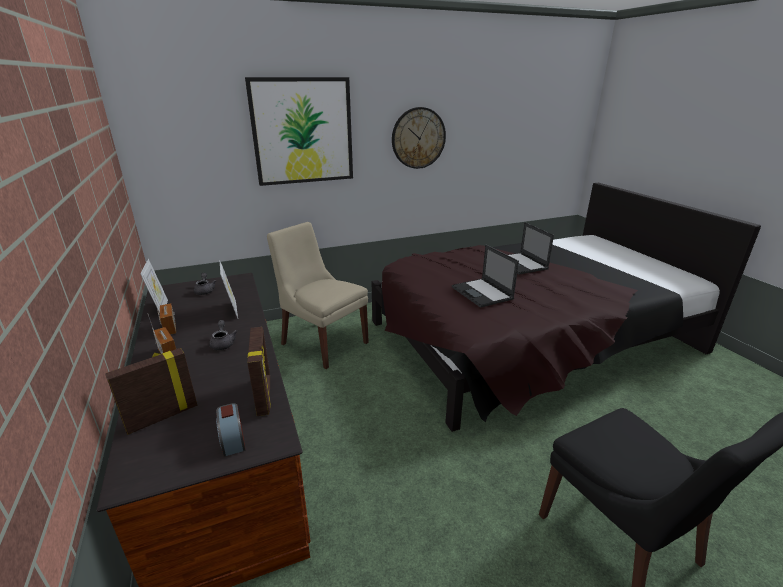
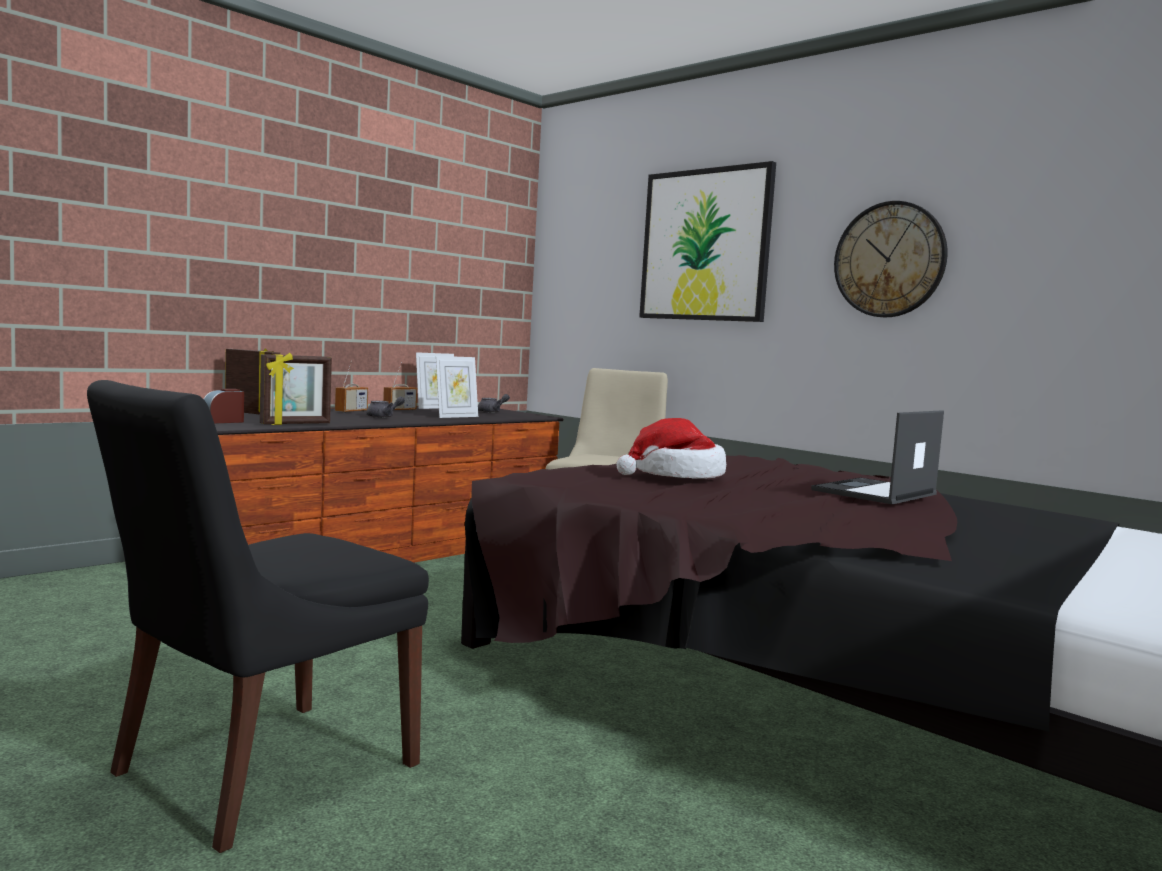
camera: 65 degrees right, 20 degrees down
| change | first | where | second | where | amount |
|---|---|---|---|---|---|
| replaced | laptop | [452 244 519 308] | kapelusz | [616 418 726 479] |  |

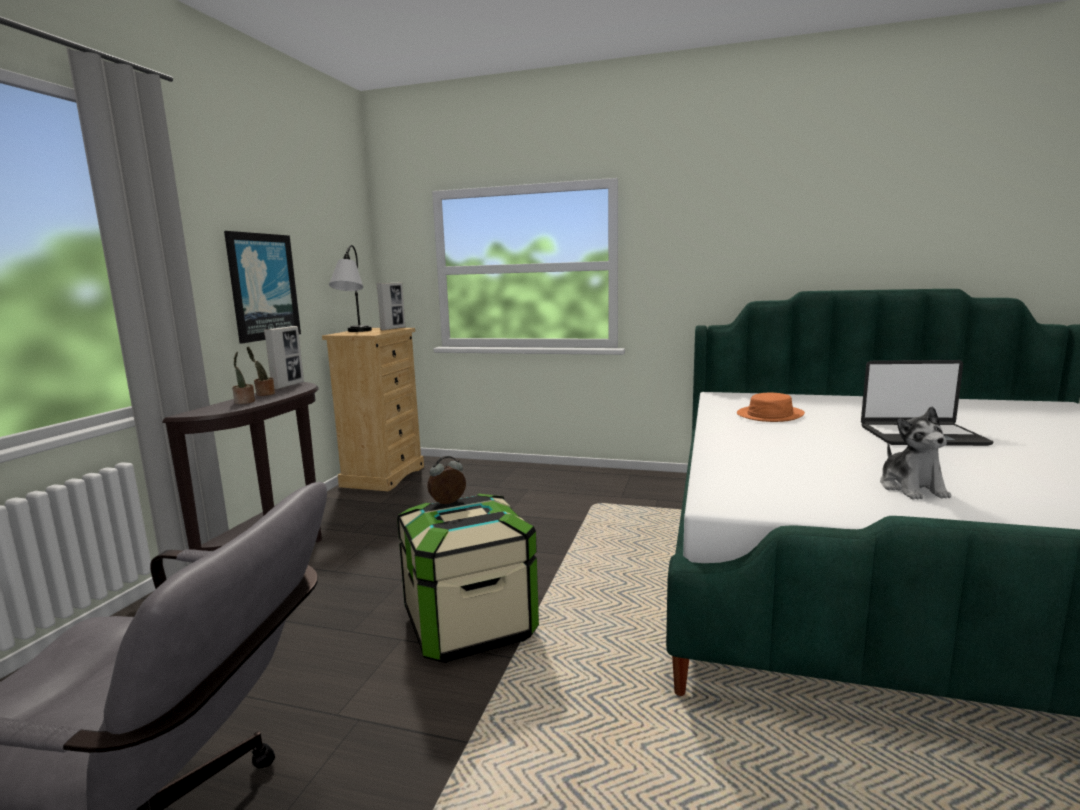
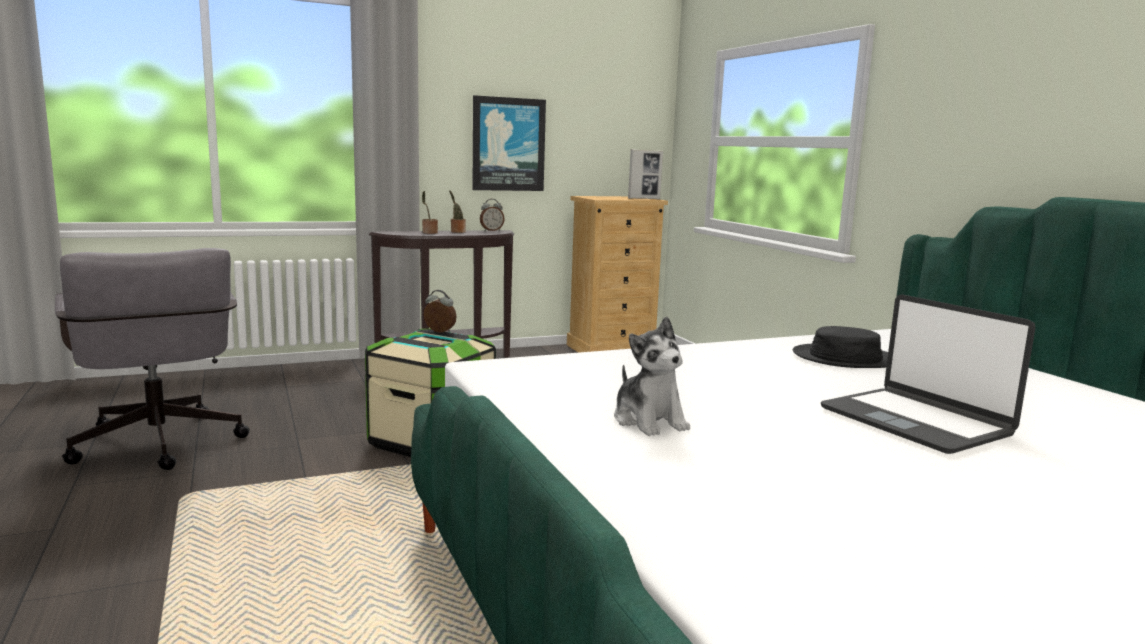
camera: 50 degrees right, 0 degrees up
| change | first | where | second | where | amount |
|---|---|---|---|---|---|
| removed | lampa stołowa | [329 245 372 332] |  |  |  |
| replaced | ramka na zdjęcie | [264 326 304 389] | budzik | [480 199 505 231] |  |
| recoloured | kapelusz (pomarańczowy) | [737 393 805 422] | kapelusz (czarny) | [793 326 888 368] |  |
| turned | pluszak | [880 406 951 500] |  | [614 317 690 436] | 75 degrees counterclockwise |

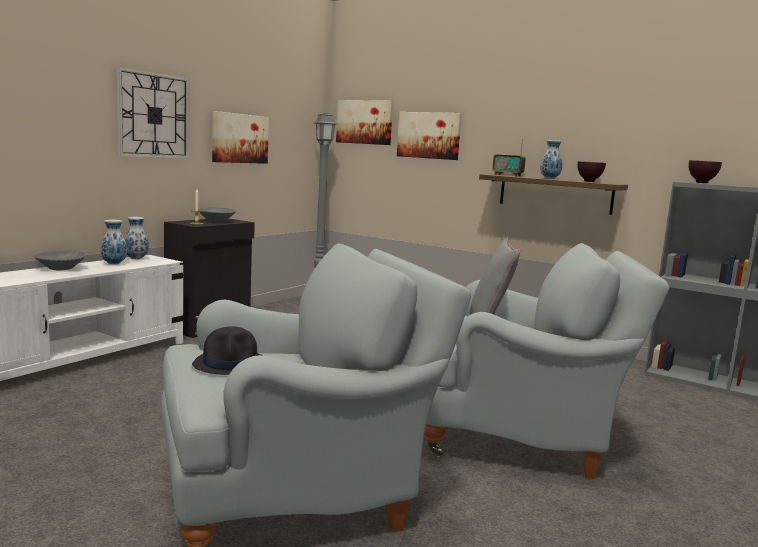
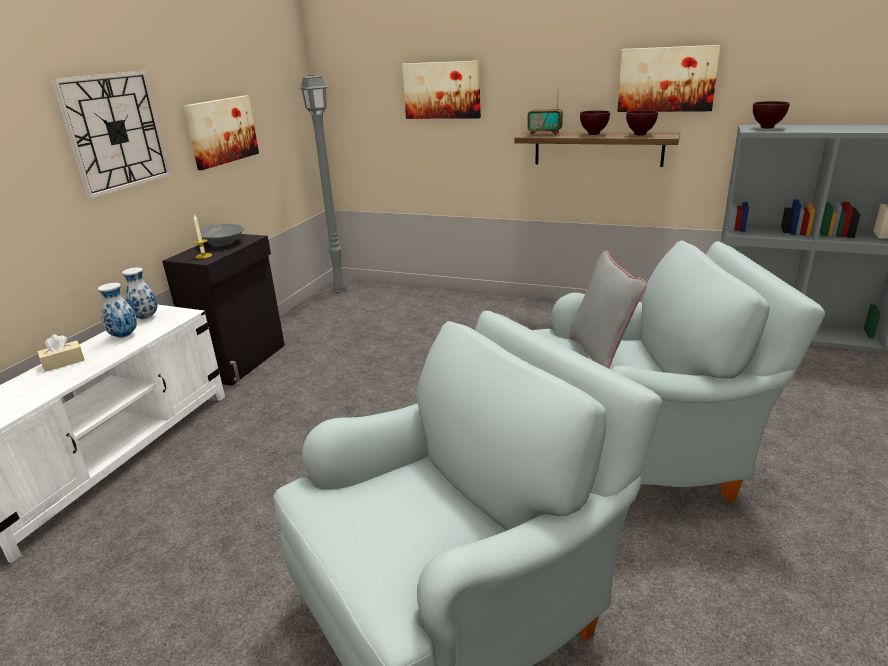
camera: 10 degrees left, 15 degrees up
| change | first | where | second | where | amount |
|---|---|---|---|---|---|
| removed | kapelusz (czarny) | [192 326 263 375] |  |  |  |
| moved | obraz | [336 100 393 145] |  | [617 45 721 112] |  |
| replaced | miska (szary) | [34 250 86 270] | pudełko chusteczek (beżowy) | [37 334 85 372] |  |
| replaced | wazon | [540 140 562 179] | miska (brązowy) | [580 110 610 135] |  |

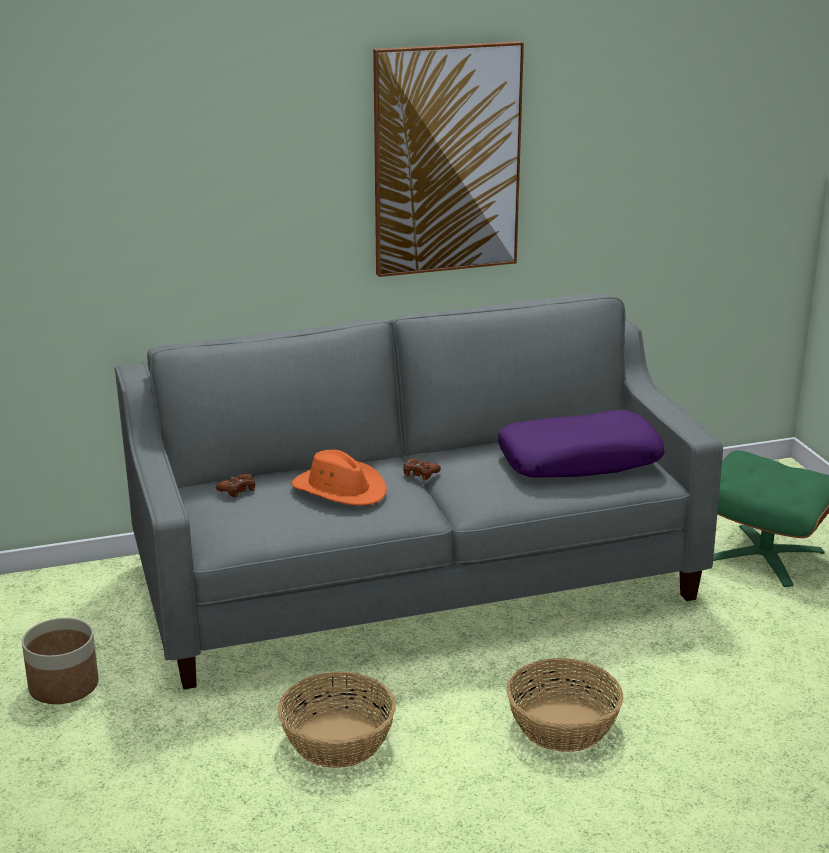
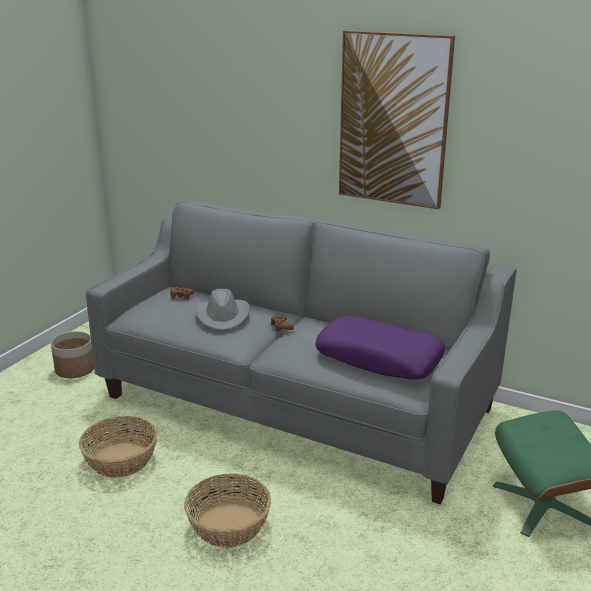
camera: 45 degrees right, 0 degrees up
| change | first | where | second | where | amount |
|---|---|---|---|---|---|
| recoloured | kapelusz (pomarańczowy) | [292 450 387 506] | kapelusz (szary) | [195 289 249 330] |  |

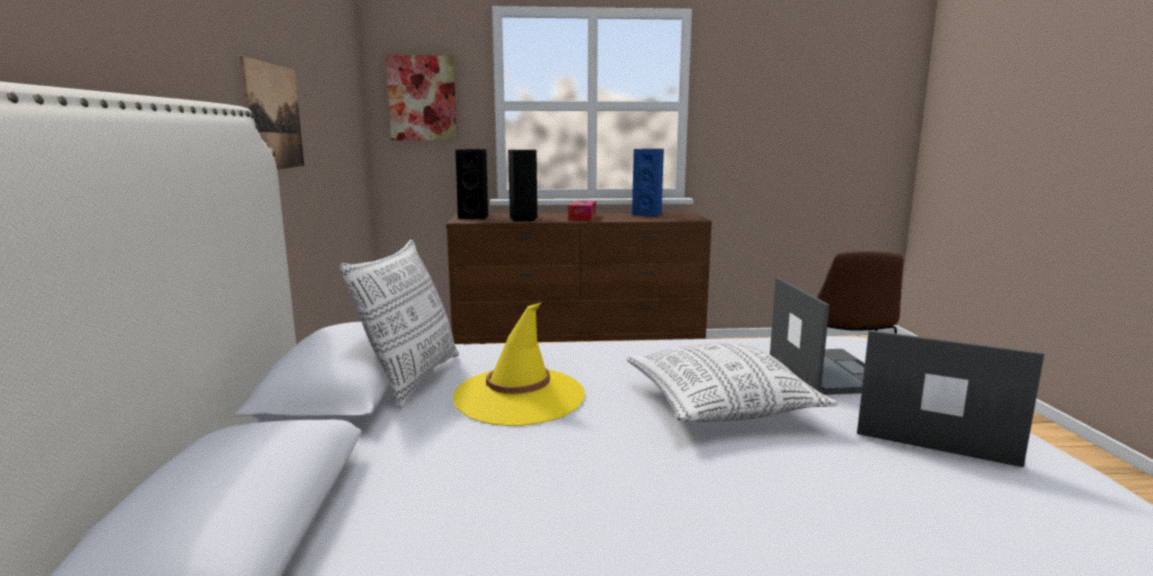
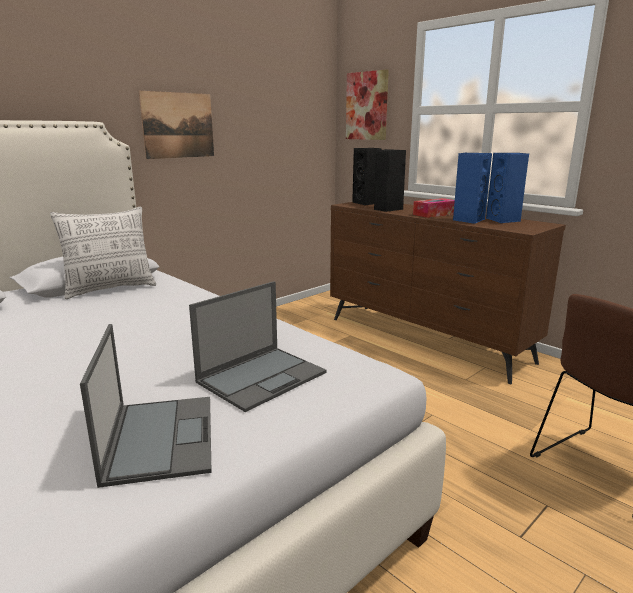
camera: 50 degrees right, 5 degrees up
| change | first | where | second | where | amount |
|---|---|---|---|---|---|
| removed | kapelusz (żółty) | [453 303 585 426] |  |  |  |
| removed | poduszka | [627 342 838 422] |  |  |  |
| added |  |  | głośnik (niebieski) | [453 153 492 224] |  |

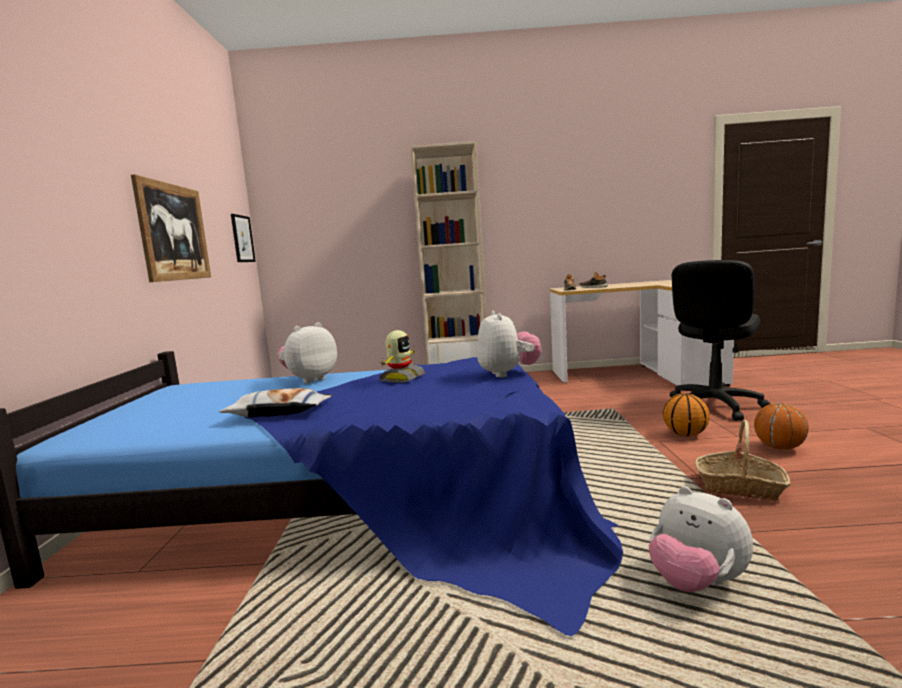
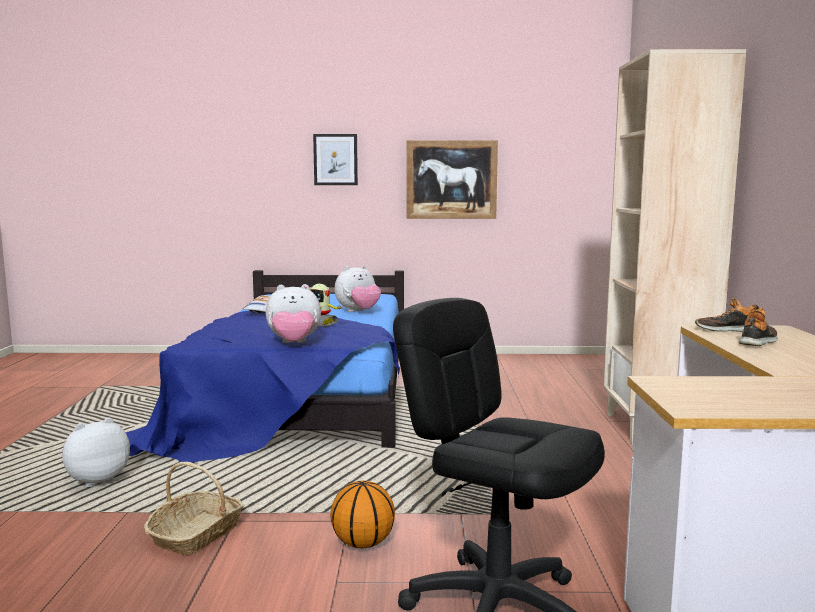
camera: 90 degrees right, 0 degrees up
| change | first | where | second | where | amount |
|---|---|---|---|---|---|
| removed | piłka do koszykówki | [754 403 809 450] |  |  |  |
| moved | obraz | [231 214 256 262] |  | [313 134 358 185] |  |
| turned | pluszak | [277 322 337 384] |  | [335 265 381 312] | 105 degrees clockwise |

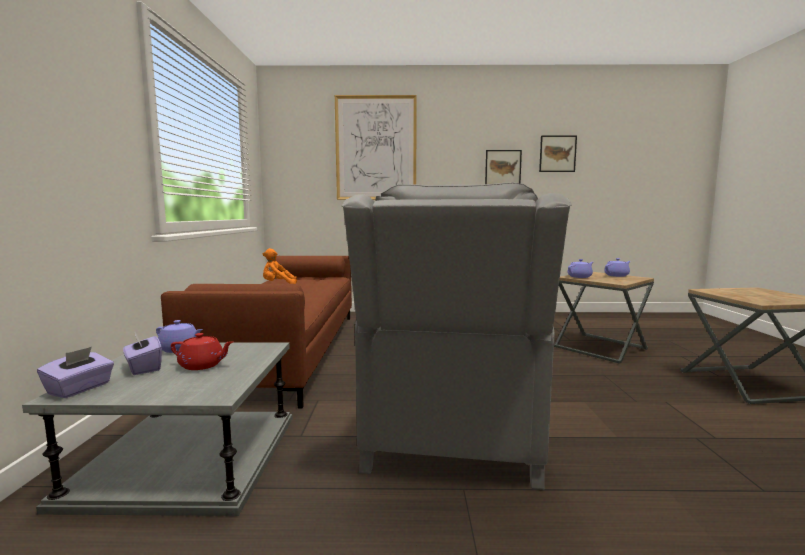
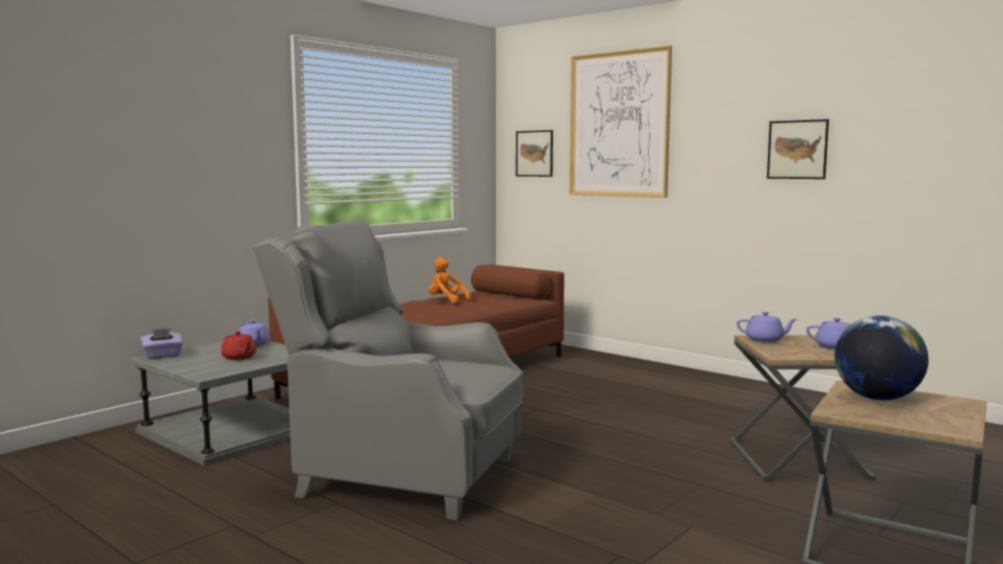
camera: 40 degrees right, 0 degrees up
| change | first | where | second | where | amount |
|---|---|---|---|---|---|
| removed | pudełko chusteczek (fioletowy) | [123 332 162 375] |  |  |  |
| added |  |  | globus | [835 315 929 400] |  |
| moved | obraz | [539 135 577 172] |  | [516 130 553 177] |  |
| turned | fotel (szary) | [342 182 572 490] |  | [252 220 524 520] | 60 degrees clockwise |

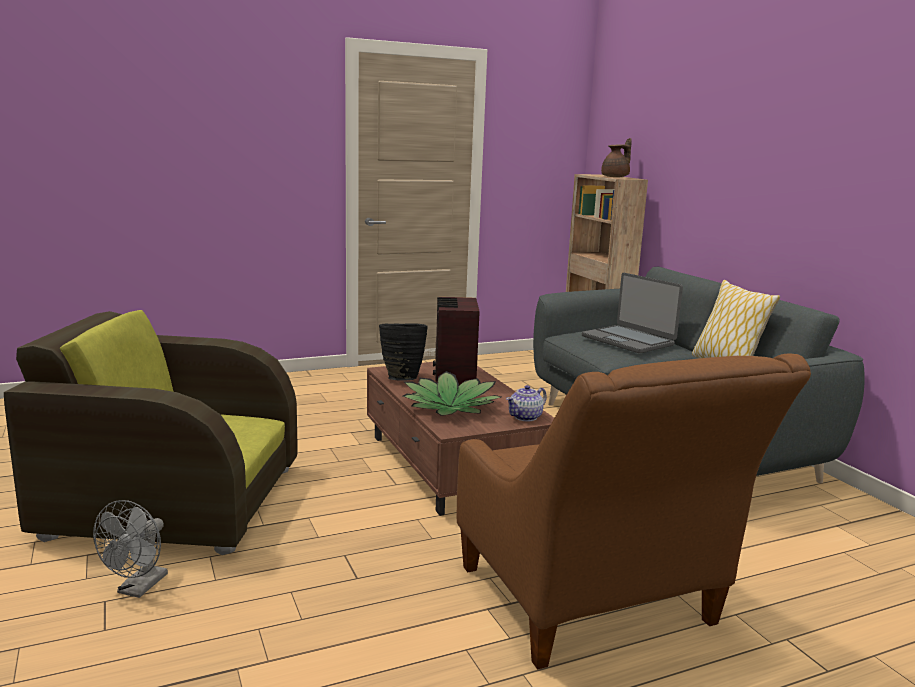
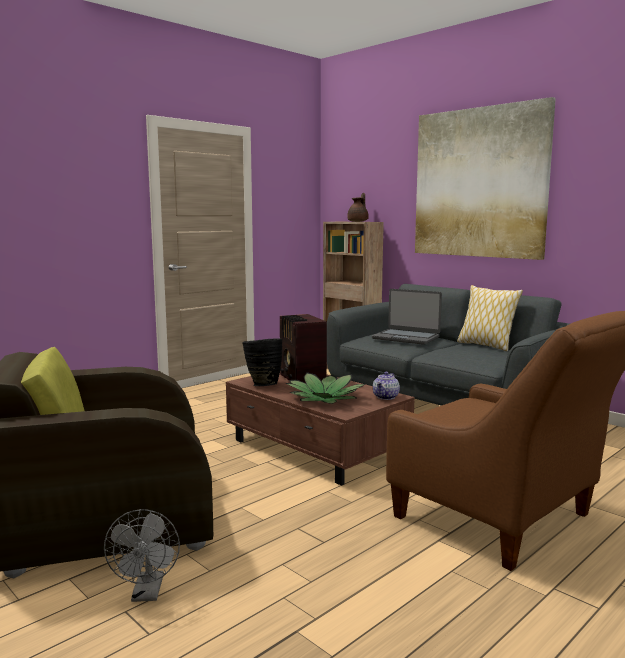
camera: 20 degrees left, 5 degrees down
| change | first | where | second | where | amount |
|---|---|---|---|---|---|
| added |  |  | obraz | [415 97 556 260] |  |

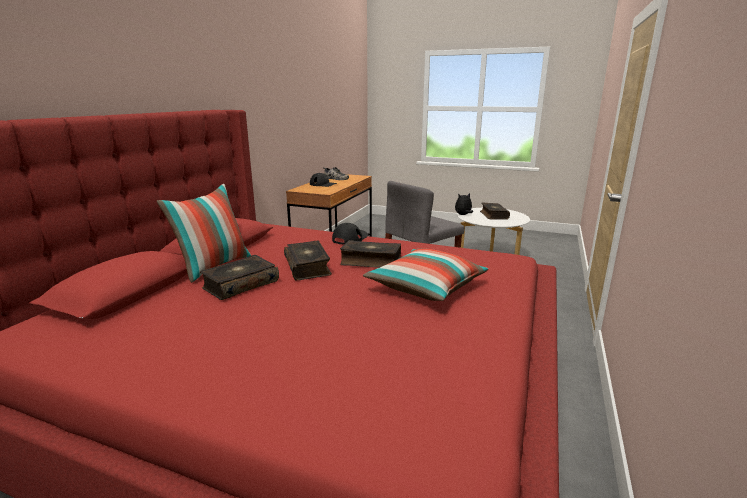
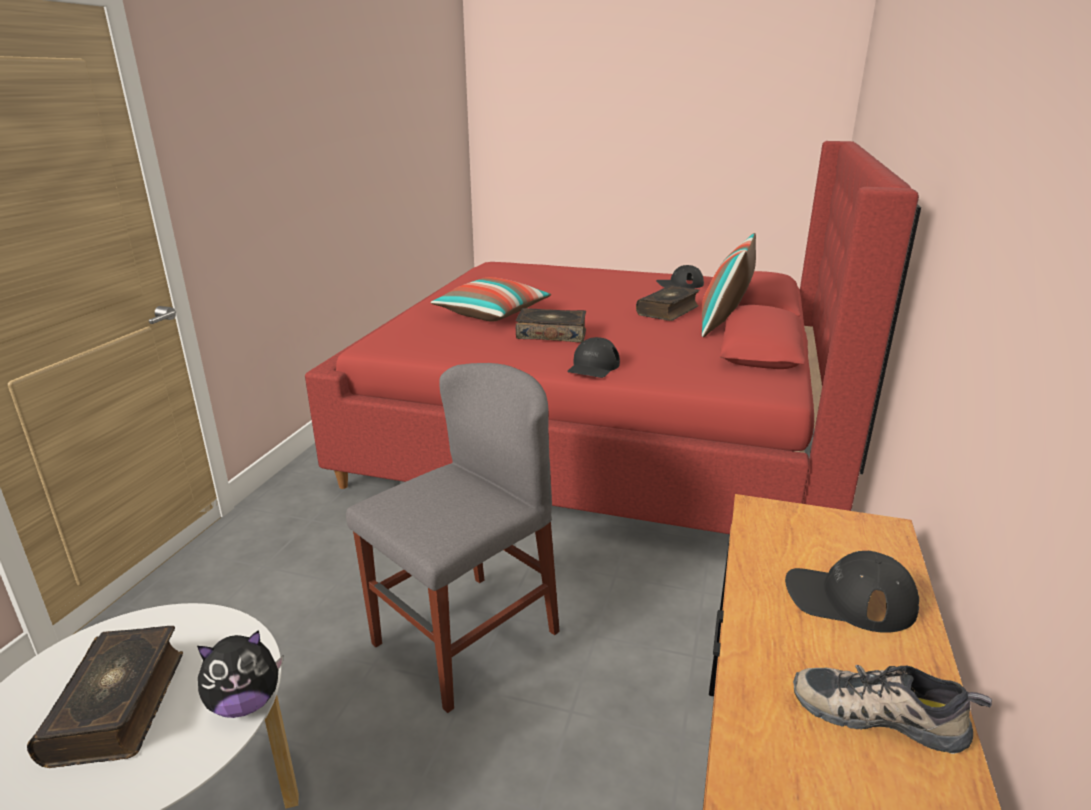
camera: 175 degrees right, 5 degrees up
| change | first | where | second | where | amount |
|---|---|---|---|---|---|
| removed | książka | [284 240 332 280] |  |  |  |
| added |  |  | czapka z daszkiem (czarny) | [656 265 704 289] |  |

